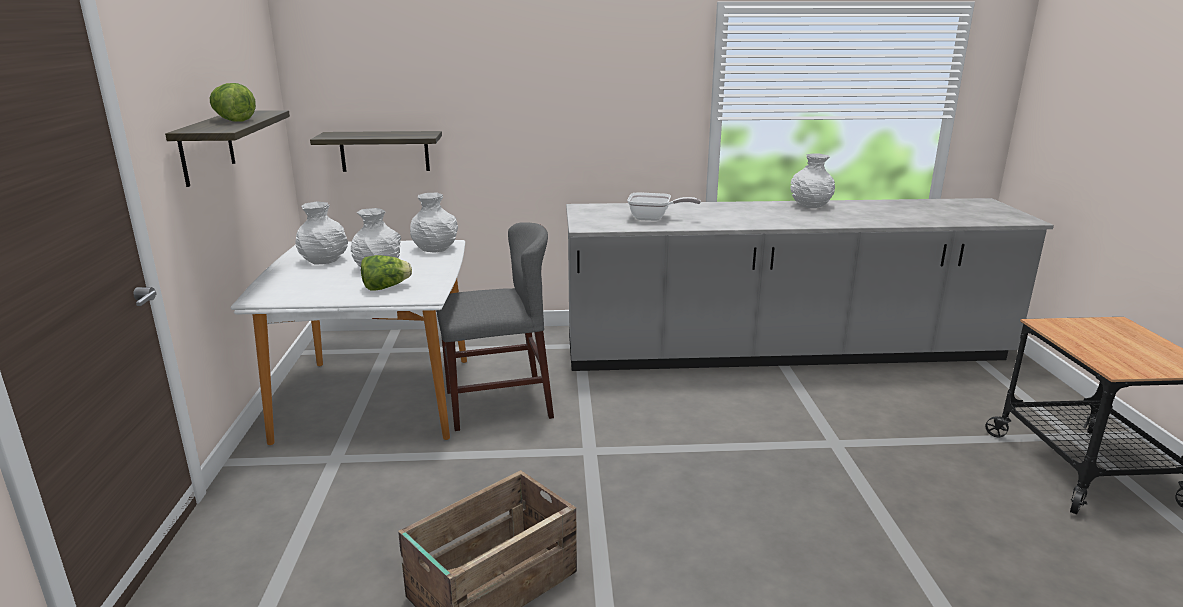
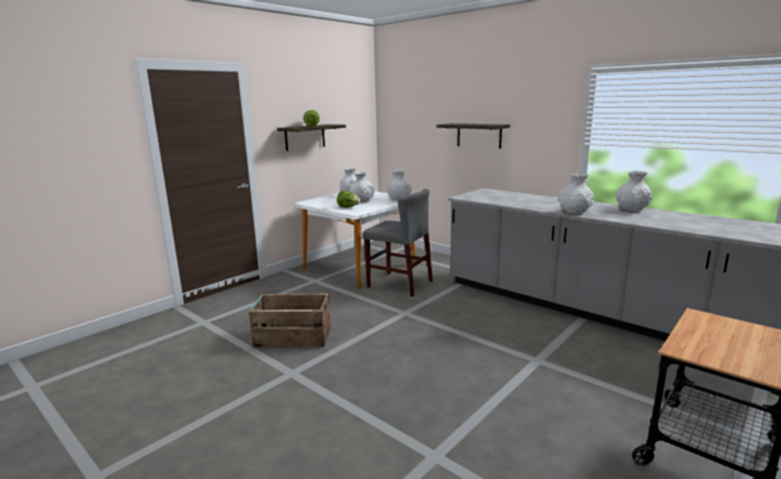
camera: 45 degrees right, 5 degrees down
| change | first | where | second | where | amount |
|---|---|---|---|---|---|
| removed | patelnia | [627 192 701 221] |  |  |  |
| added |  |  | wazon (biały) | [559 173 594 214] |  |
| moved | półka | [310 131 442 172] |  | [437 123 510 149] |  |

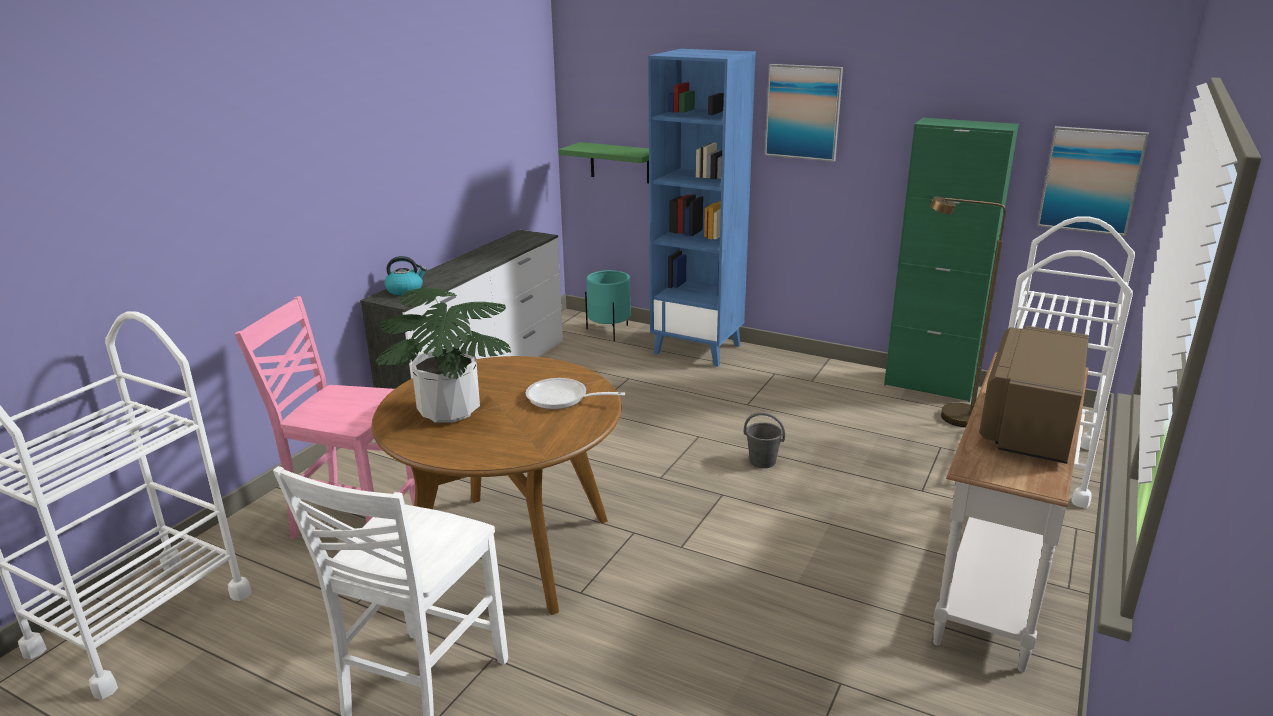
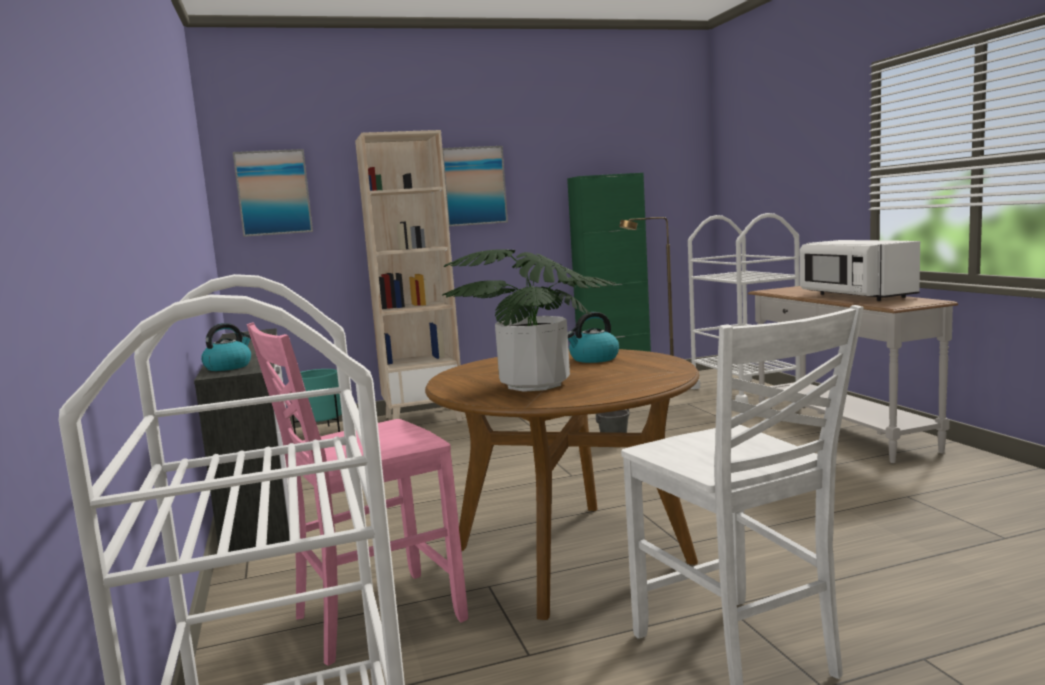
camera: 45 degrees left, 15 degrees down
| change | first | where | second | where | amount |
|---|---|---|---|---|---|
| removed | półka (zielony) | [558 142 649 183] |  |  |  |
| moved | obraz | [1037 126 1149 236] |  | [233 149 313 237] |  |
| replaced | patelnia | [526 378 625 409] | czajnik | [567 312 619 363] |  |
| recoloured | regał (niebieski) | [648 49 756 367] | regał (beżowy) | [355 130 463 421] |  |
| recoloured | mikrofalówka (brązowy) | [979 326 1089 464] | mikrofalówka (biały) | [800 240 920 301] |  |

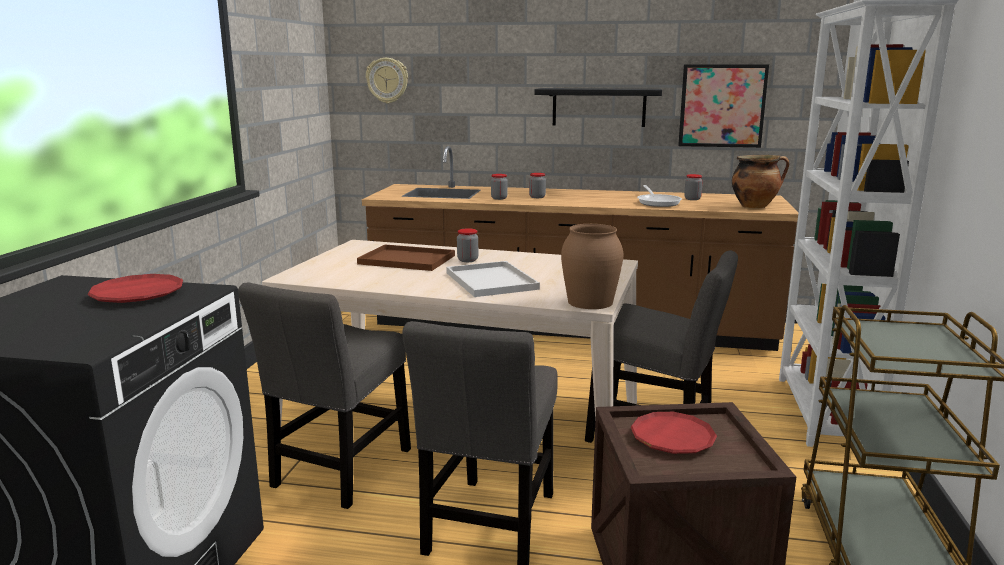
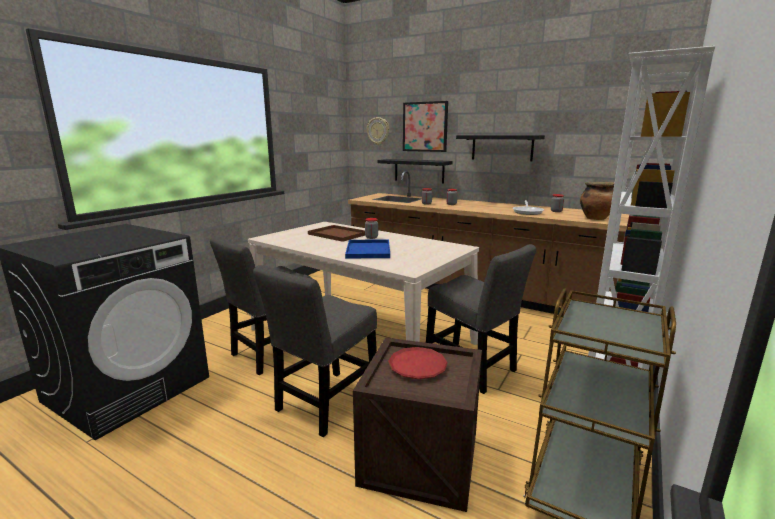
camera: 20 degrees right, 0 degrees up
| change | first | where | second | where | amount |
|---|---|---|---|---|---|
| removed | talerz (czerwony) | [87 274 183 303] |  |  |  |
| removed | wazon (brązowy) | [561 224 624 309] |  |  |  |
| added |  |  | półka (czarny) | [378 159 453 184] |  |
| moved | obraz | [678 64 769 148] |  | [403 101 448 152] |  |
| recoloured | taca (biały) | [446 261 540 297] | taca (niebieski) | [345 239 390 258] |  |

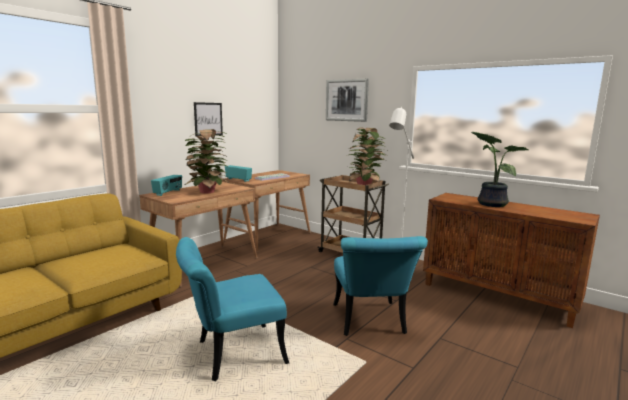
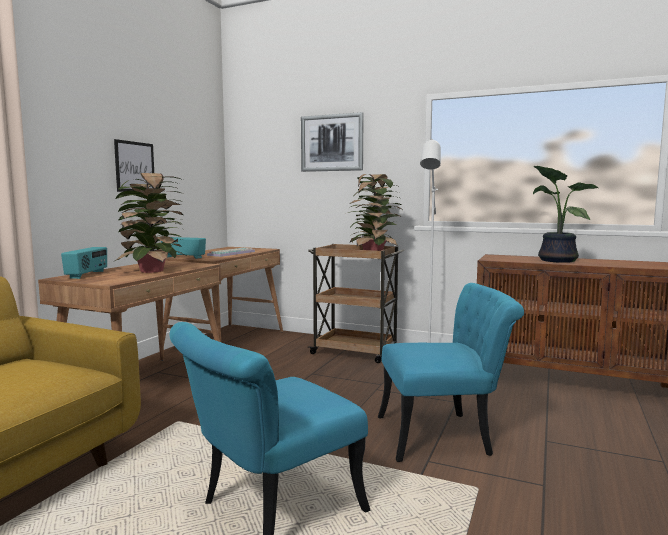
camera: 15 degrees left, 5 degrees down
| change | first | where | second | where | amount |
|---|---|---|---|---|---|
| turned | krzesło (turkusowy) | [333 236 428 336] |  | [378 283 524 462] | 75 degrees counterclockwise |

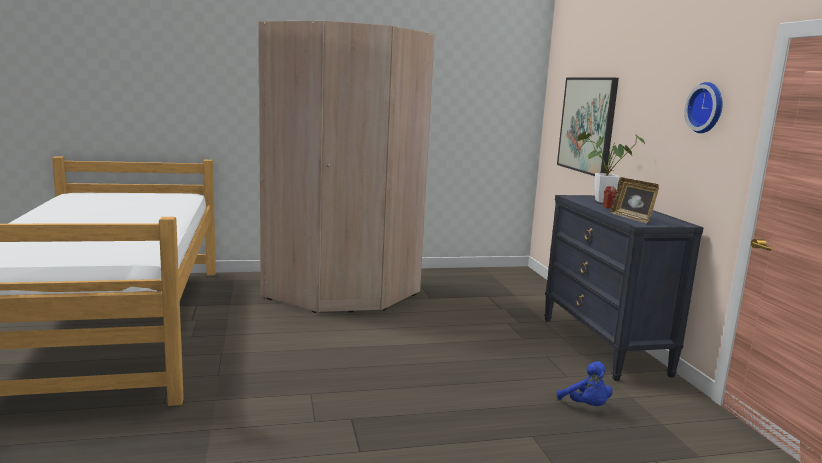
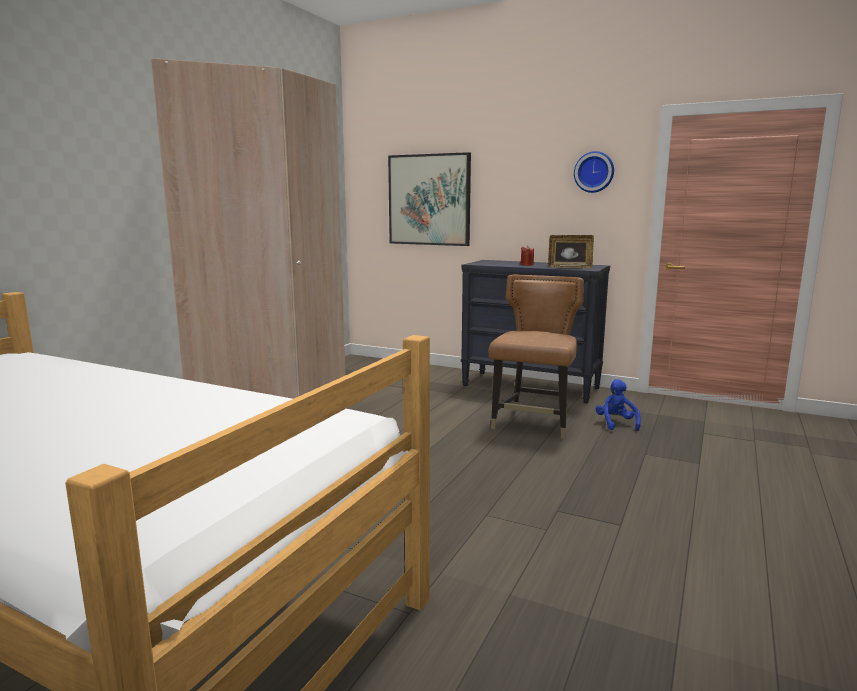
camera: 50 degrees left, 0 degrees up
| change | first | where | second | where | amount |
|---|---|---|---|---|---|
| removed | roślina doniczkowa | [577 131 645 203] |  |  |  |
| added |  |  | krzesło (brązowy) | [489 275 584 439] |  |
| turned | pluszak (niebieski) | [557 361 613 406] |  | [596 379 641 431] | 105 degrees counterclockwise |

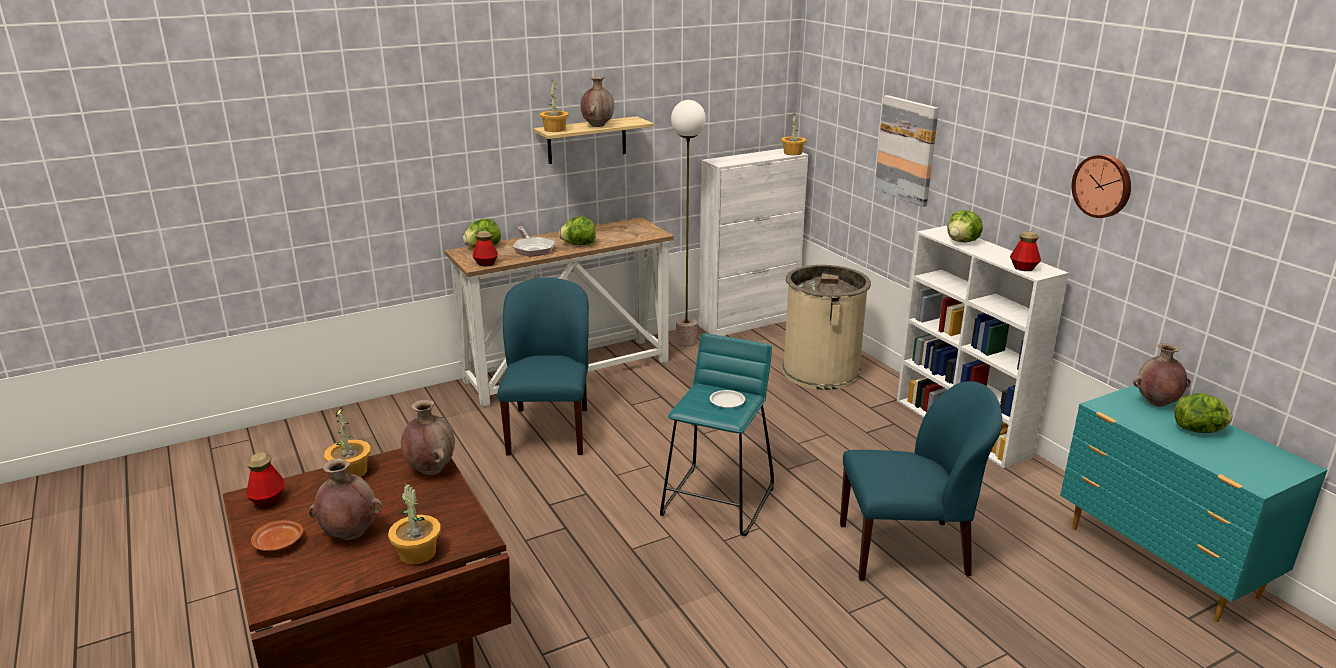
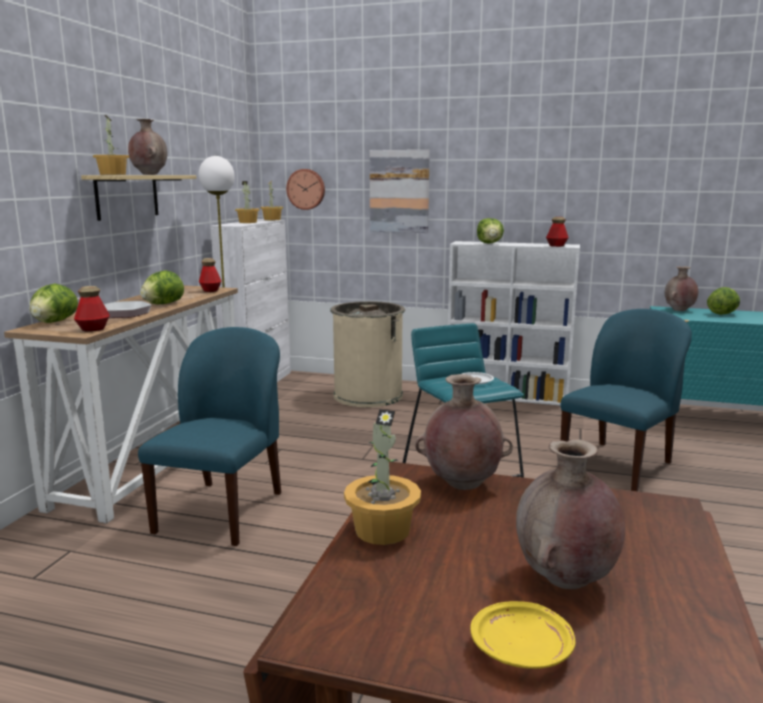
camera: 45 degrees left, 10 degrees down
| change | first | where | second | where | amount |
|---|---|---|---|---|---|
| moved | butelka | [246 452 285 508] |  | [199 258 222 292] |  |
| moved | roślina doniczkowa | [388 482 441 565] |  | [235 181 260 223] |  |
| moved | zegar ścienny | [1072 154 1131 218] |  | [286 169 325 210] |  |
| recoloured | talerz (brązowy) | [251 520 303 551] | talerz (żółty) | [470 601 575 669] |  |
| turned | krzesło (niebieski) | [498 278 589 455] |  | [138 327 281 546] | 60 degrees clockwise |

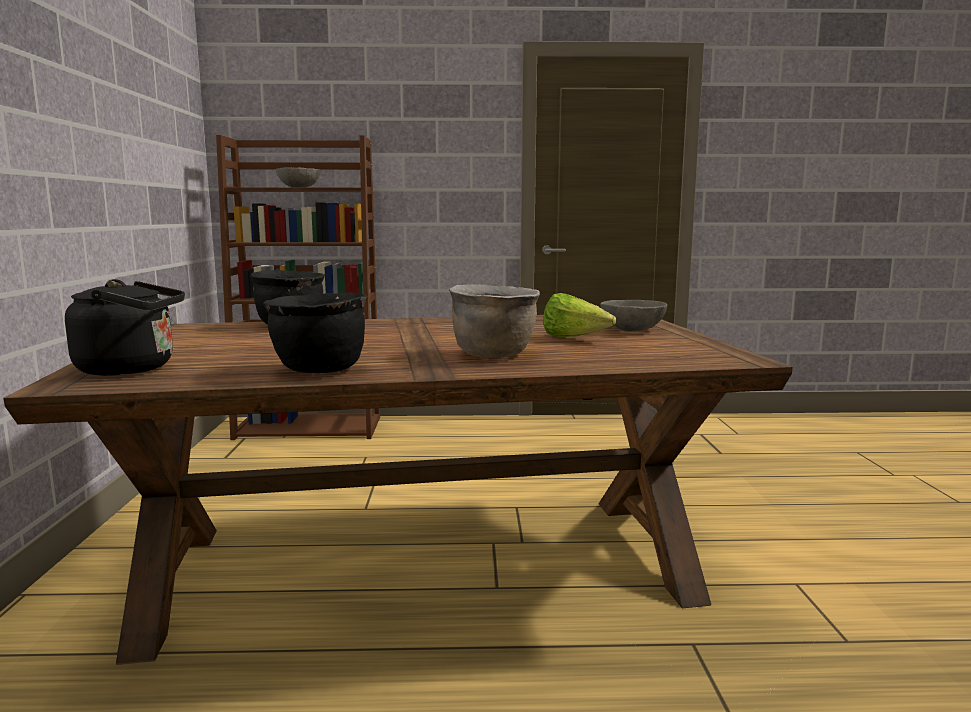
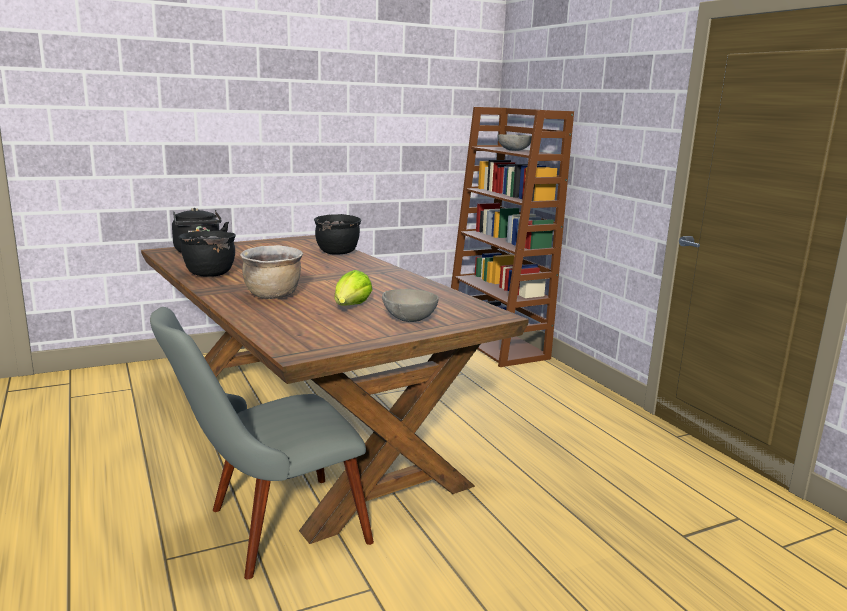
camera: 65 degrees right, 5 degrees up
| change | first | where | second | where | amount |
|---|---|---|---|---|---|
| added |  |  | krzesło (szary) | [150 307 374 579] |  |

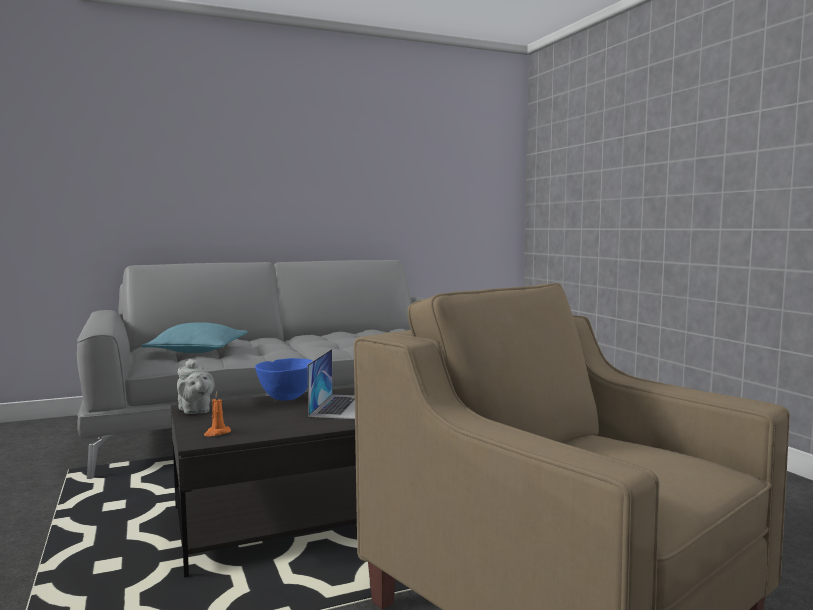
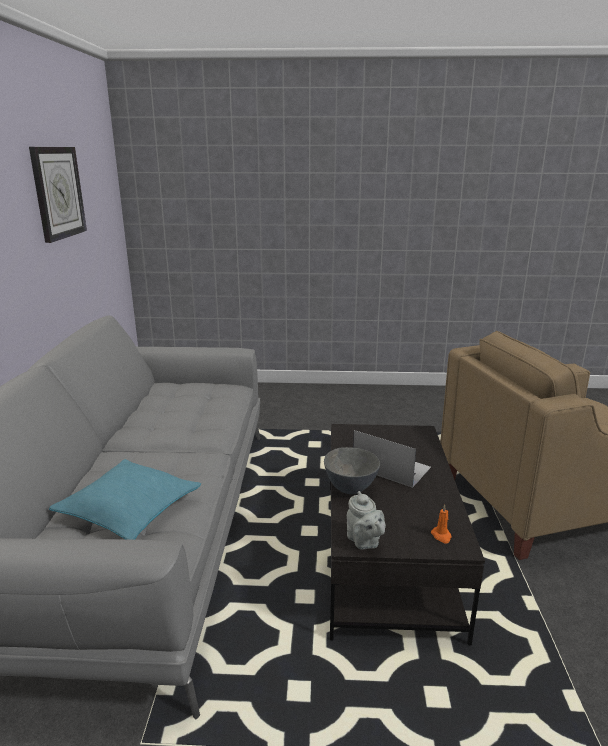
camera: 65 degrees left, 15 degrees up
| change | first | where | second | where | amount |
|---|---|---|---|---|---|
| added |  |  | zegar ścienny | [29 147 87 243] |  |
| recoloured | miska (niebieski) | [255 358 312 401] | miska (szary) | [324 447 380 494] |  |
| turned | imbryk (szary) | [177 359 215 414] |  | [347 491 386 550] | 75 degrees clockwise |

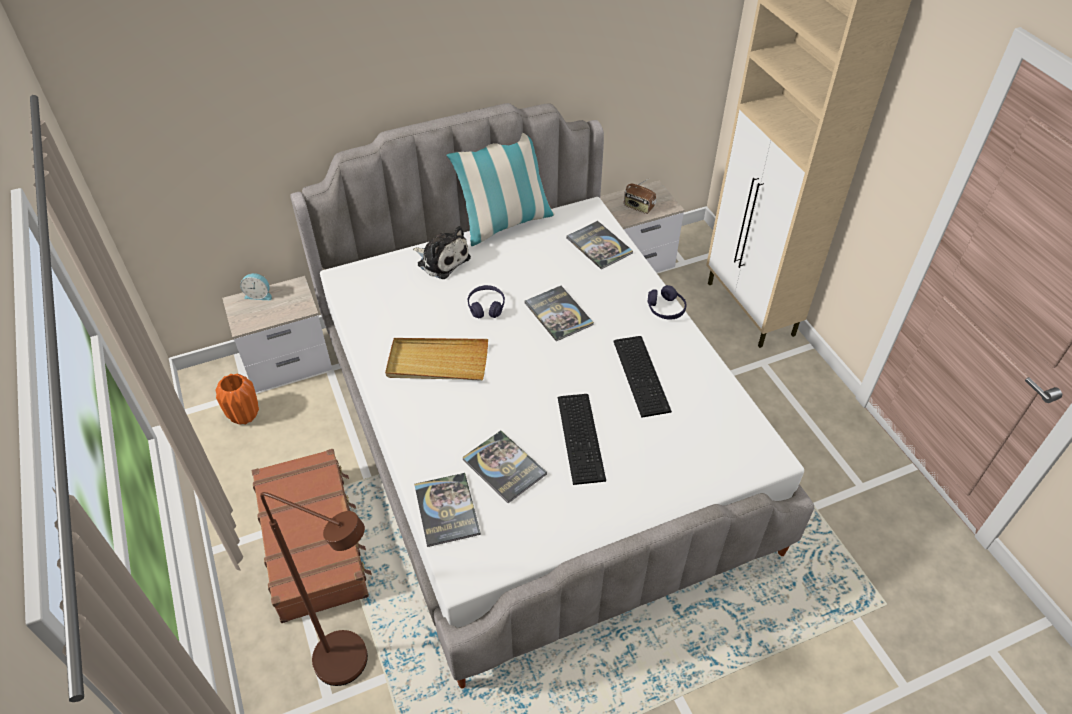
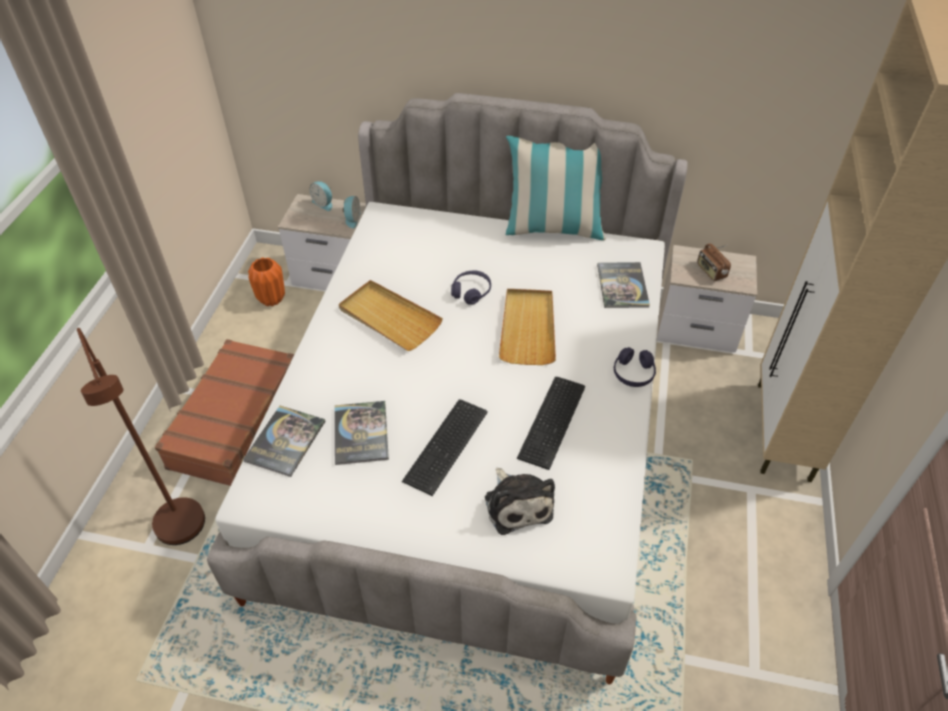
camera: 35 degrees right, 0 degrees up
| change | first | where | second | where | amount |
|---|---|---|---|---|---|
| added |  |  | budzik | [343 196 361 229] |  |
| moved | pluszak | [413 226 471 279] |  | [485 468 555 535] |  |
| replaced | książka | [525 286 594 341] | taca (beżowy) | [499 289 556 365] |  |

